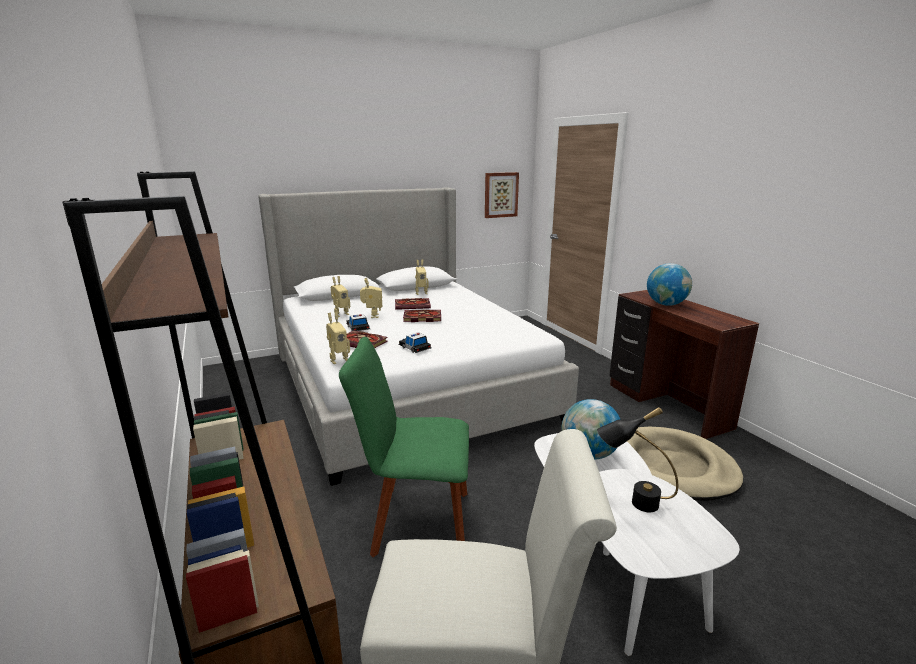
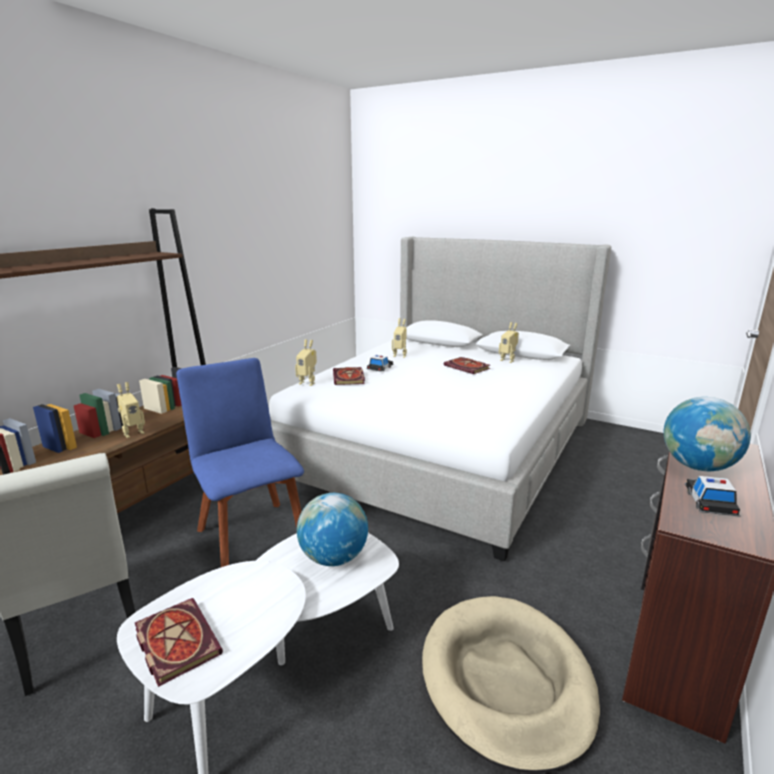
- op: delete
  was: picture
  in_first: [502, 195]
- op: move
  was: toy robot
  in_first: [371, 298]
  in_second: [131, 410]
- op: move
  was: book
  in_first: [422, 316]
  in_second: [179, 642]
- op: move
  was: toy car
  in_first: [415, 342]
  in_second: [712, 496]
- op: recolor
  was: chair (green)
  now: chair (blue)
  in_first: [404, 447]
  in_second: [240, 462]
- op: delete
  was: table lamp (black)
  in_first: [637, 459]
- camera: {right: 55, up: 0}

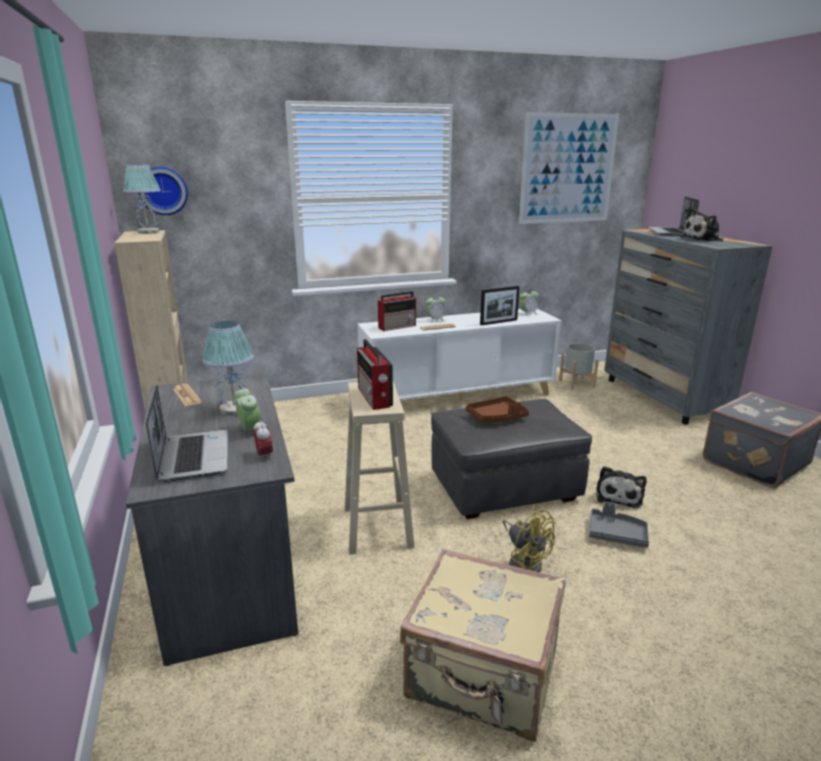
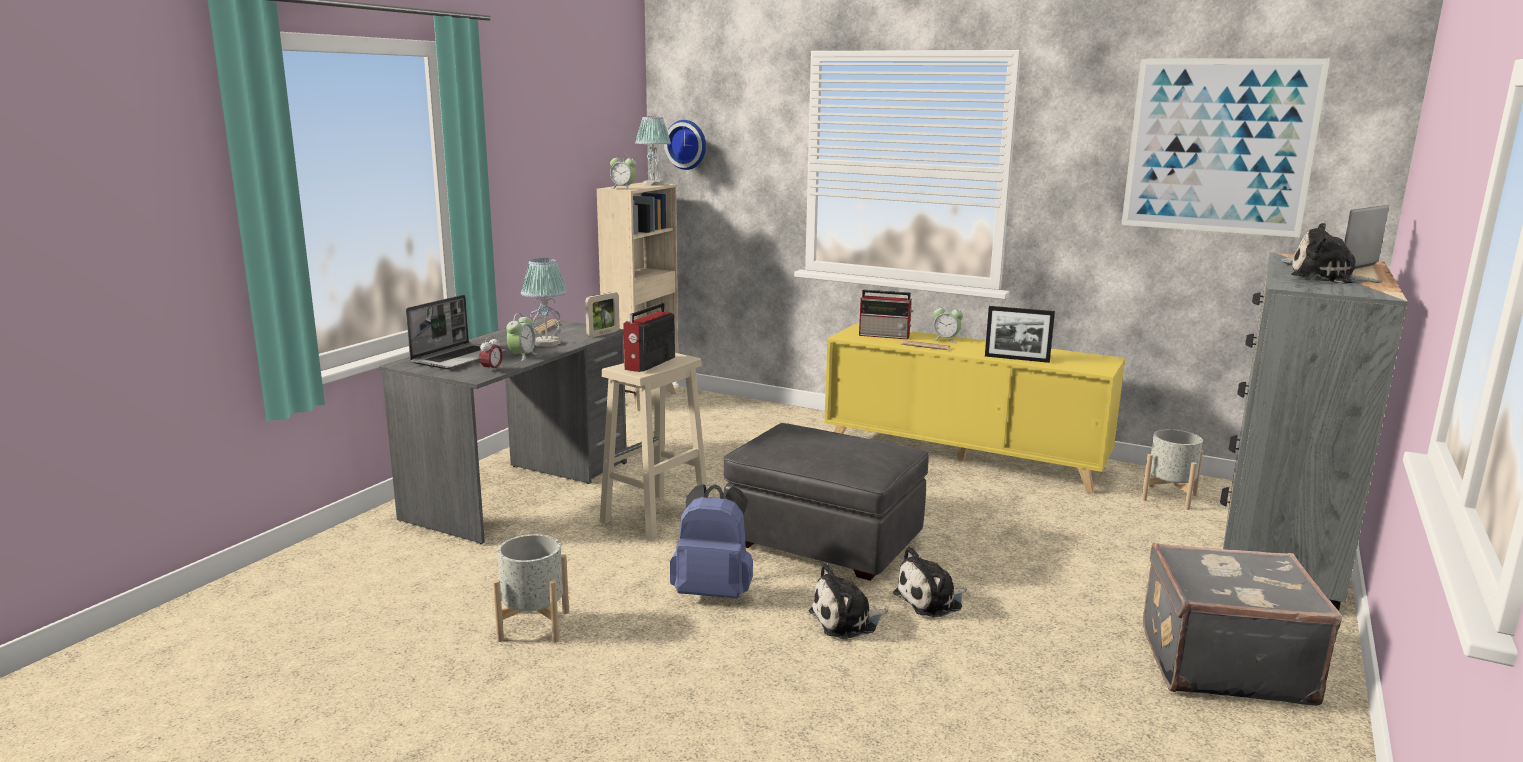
- op: move
  was: alarm clock
  in_first: [529, 302]
  in_second: [623, 171]
- op: recolor
  was: cabinet (white)
  now: cabinet (yellow)
  in_first: [459, 354]
  in_second: [974, 409]
- op: delete
  was: tray (brown)
  in_first: [497, 409]
- op: replace
  was: tray (grey)
  now: plush toy
  in_first: [619, 525]
  in_second: [848, 601]
- op: replace
  was: fan (yellow)
  now: backpack (blue)
  in_first: [529, 539]
  in_second: [711, 541]
- op: replace
  was: suitcase (beige)
  now: planter (grey)
  in_first: [482, 645]
  in_second: [531, 588]
- op: insert
  now: picture frame
  in_second: [602, 314]
- camera: {right: 45, up: -5}

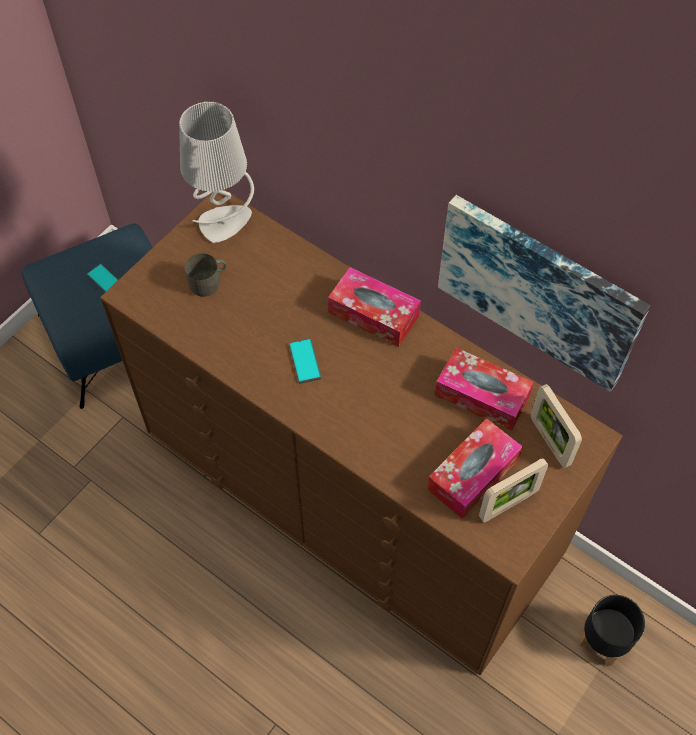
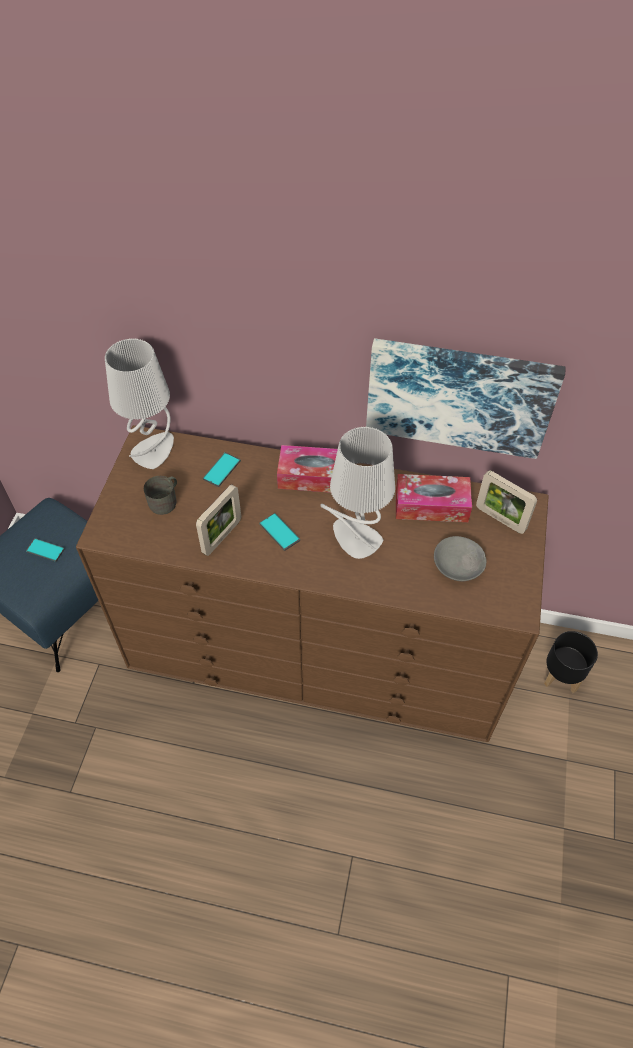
- op: replace
  was: tissue box
  now: bowl (grey)
  in_first: [475, 468]
  in_second: [460, 558]
- op: move
  was: picture frame
  in_first: [514, 490]
  in_second: [218, 520]
- op: insert
  now: table lamp (grey)
  in_second: [357, 493]
- op: insert
  now: phone
  in_second: [222, 469]
- camera: {right: -25, up: -5}

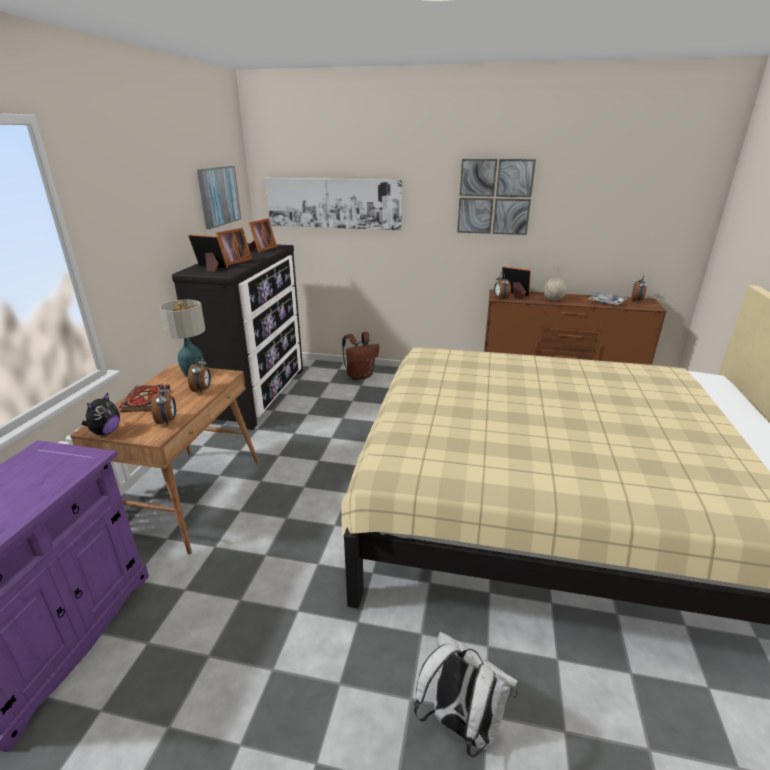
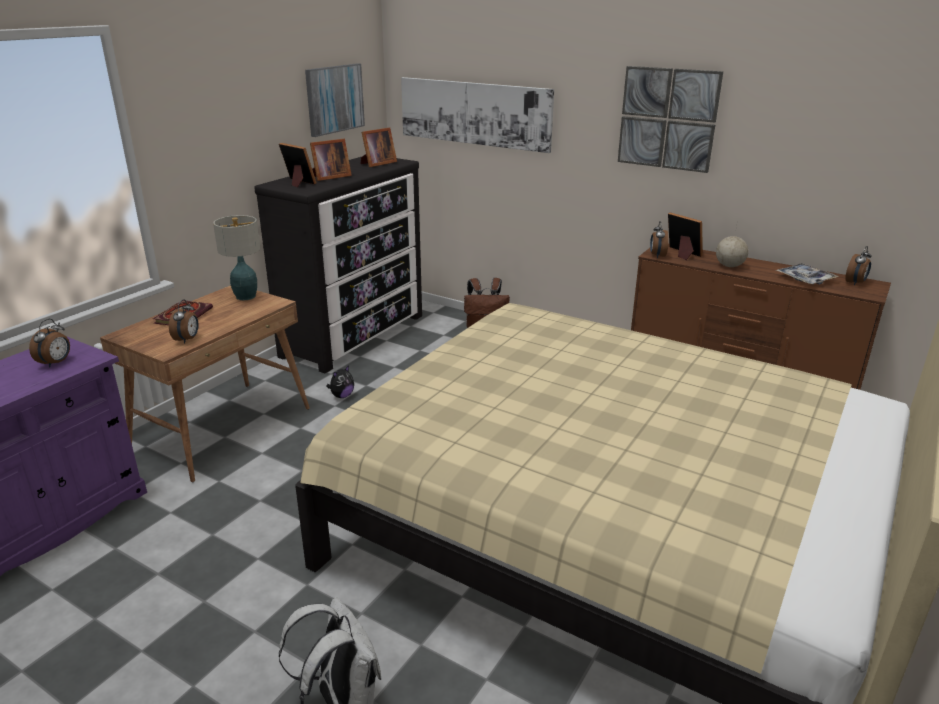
- op: move
  was: alarm clock
  in_first: [199, 374]
  in_second: [49, 343]
- op: move
  was: plush toy
  in_first: [101, 414]
  in_second: [340, 381]
- camera: {right: 20, up: 0}

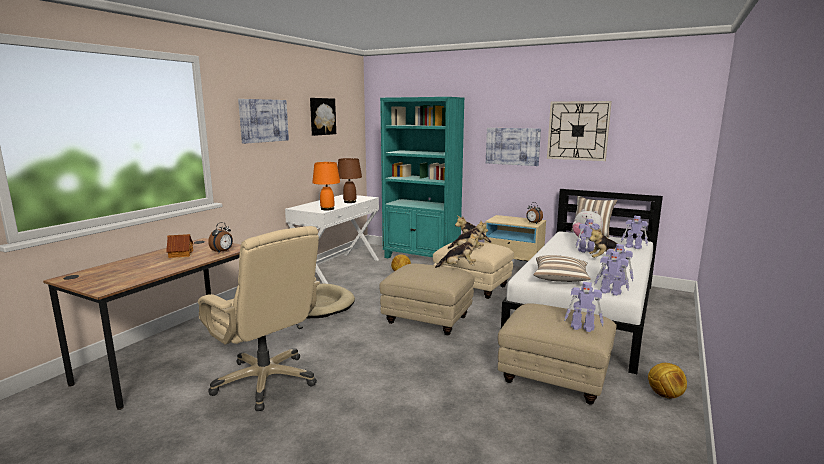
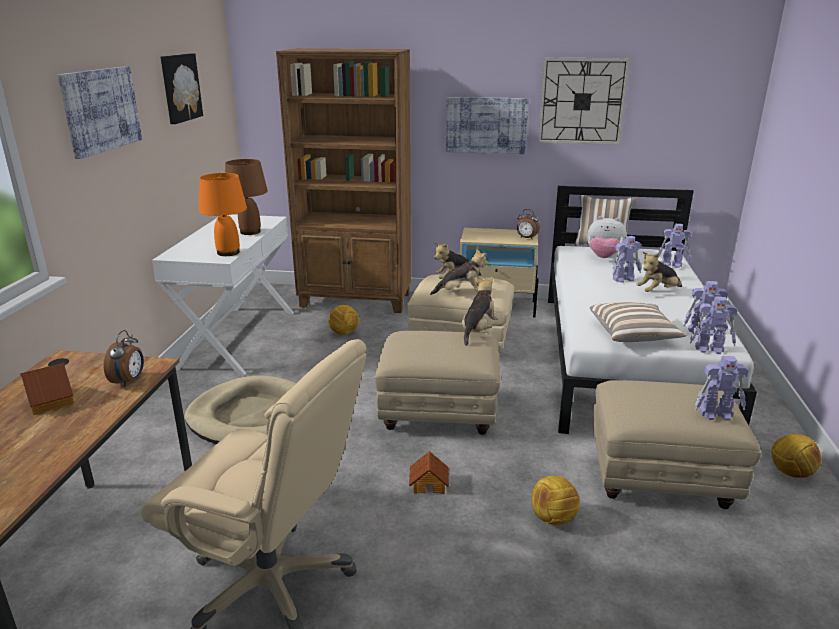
- op: recolor
  was: bookcase (turquoise)
  now: bookcase (brown)
  in_first: [422, 177]
  in_second: [343, 181]
- op: rotate
  was: plush toy
  in_first: [458, 250]
  in_second: [480, 311]
  clockwise: -45
- op: insert
  now: toy house
  in_second: [429, 472]
- op: insert
  now: football
  in_second: [555, 500]
- camera: {right: -20, up: 10}

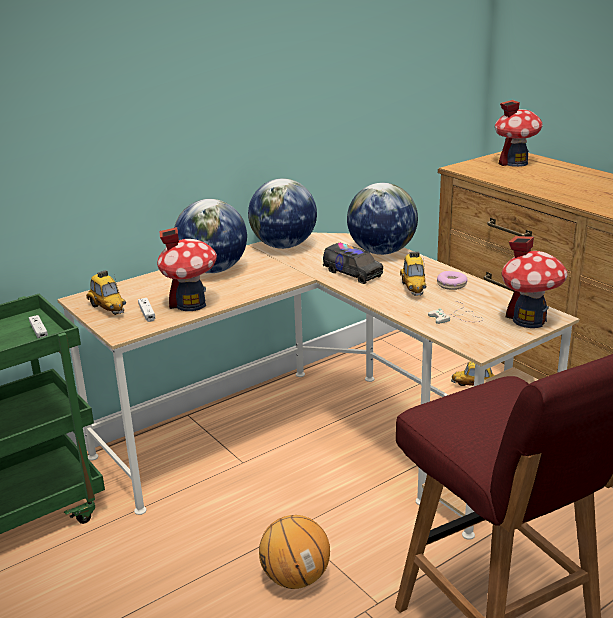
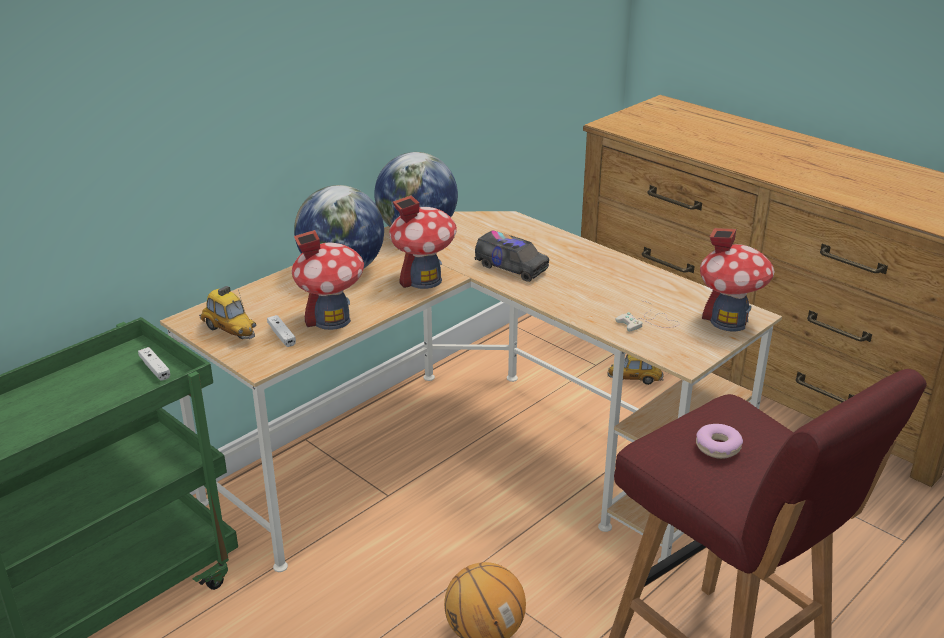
- op: move
  was: toy house
  in_first: [519, 133]
  in_second: [423, 242]
- op: delete
  was: globe
  in_first: [382, 219]
- op: delete
  was: toy car
  in_first: [413, 274]
- op: move
  was: donut
  in_first: [452, 280]
  in_second: [719, 441]
- camera: {right: -10, up: 5}

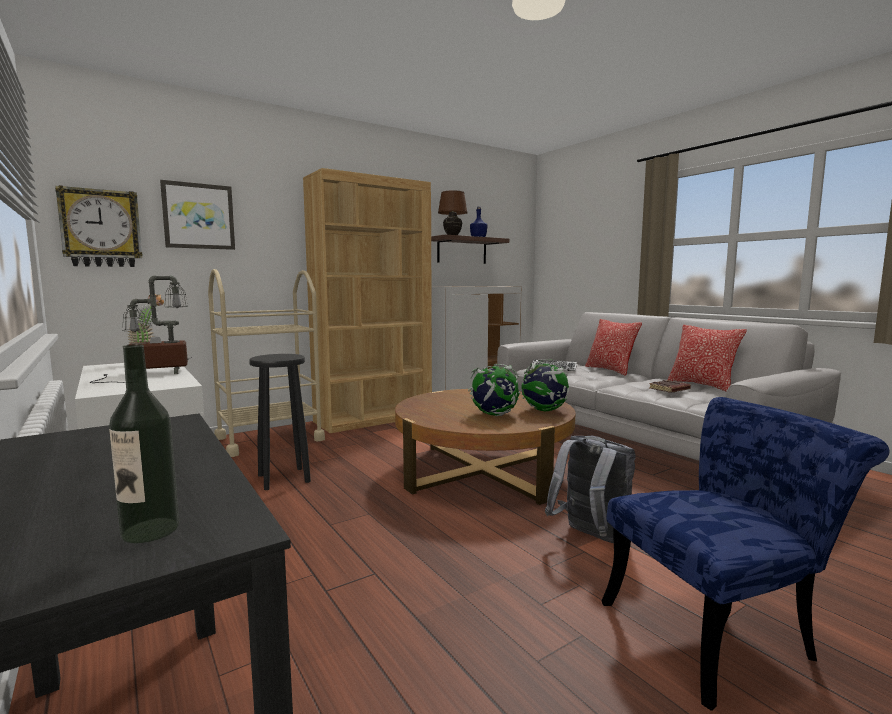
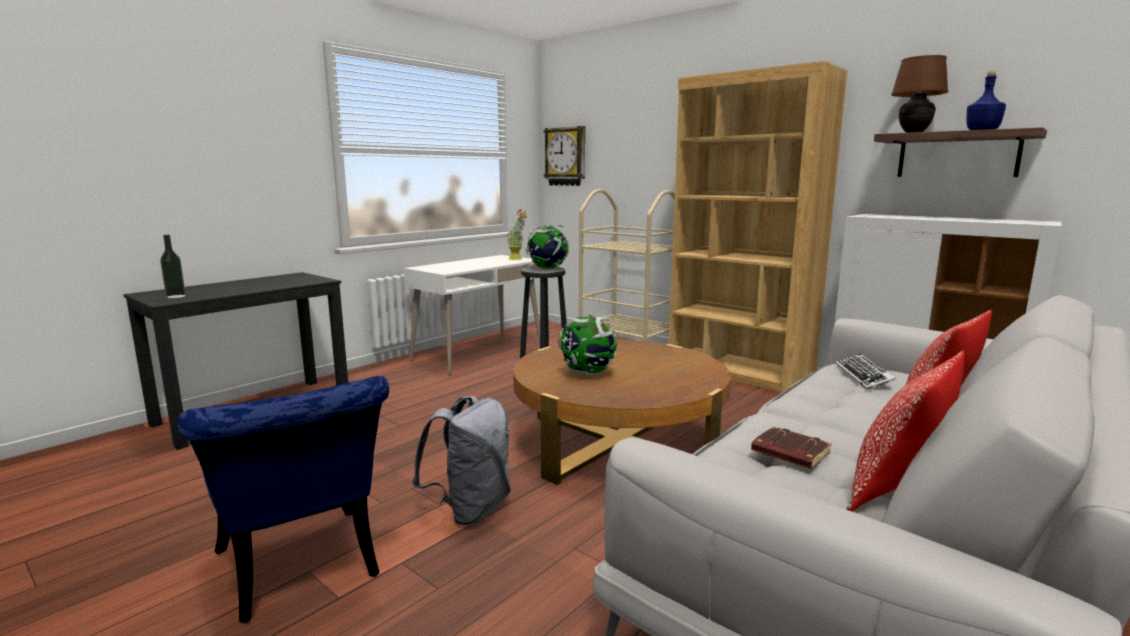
- op: delete
  was: picture
  in_first: [197, 215]
- op: delete
  was: table lamp
  in_first: [141, 329]
- op: move
  was: globe
  in_first: [544, 385]
  in_second: [547, 247]
- camera: {right: 75, up: 5}

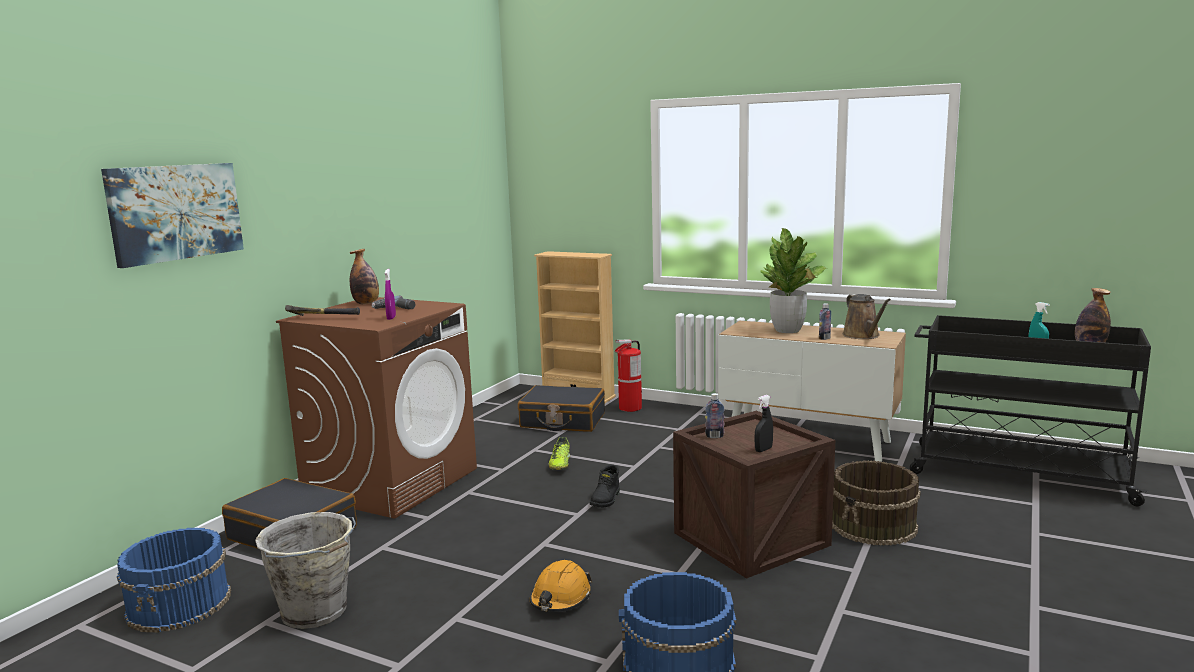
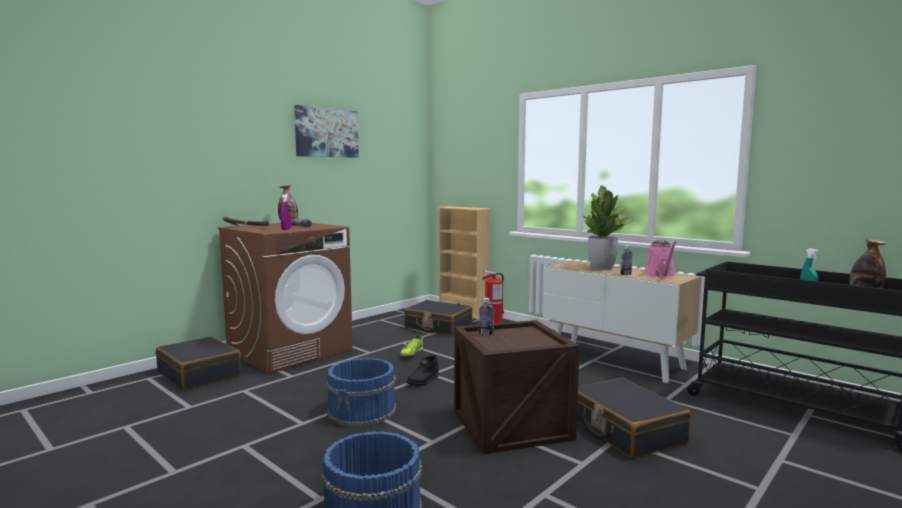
- op: move
  was: picture
  in_first: [172, 215]
  in_second: [326, 131]
- op: recolor
  was: watering can (brown)
  now: watering can (pink)
  in_first: [867, 316]
  in_second: [660, 259]
- op: delete
  was: spray bottle (black)
  in_first: [764, 423]
- op: replace
  was: bucket (brown)
  now: suitcase (black)
  in_first: [876, 503]
  in_second: [634, 418]
- op: delete
  was: bucket (grey)
  in_first: [305, 570]
- op: move
  was: bucket (blue)
  in_first: [174, 580]
  in_second: [361, 392]
- op: delete
  was: hard hat (orange)
  in_first: [561, 586]
- camera: {right: 15, up: -5}

